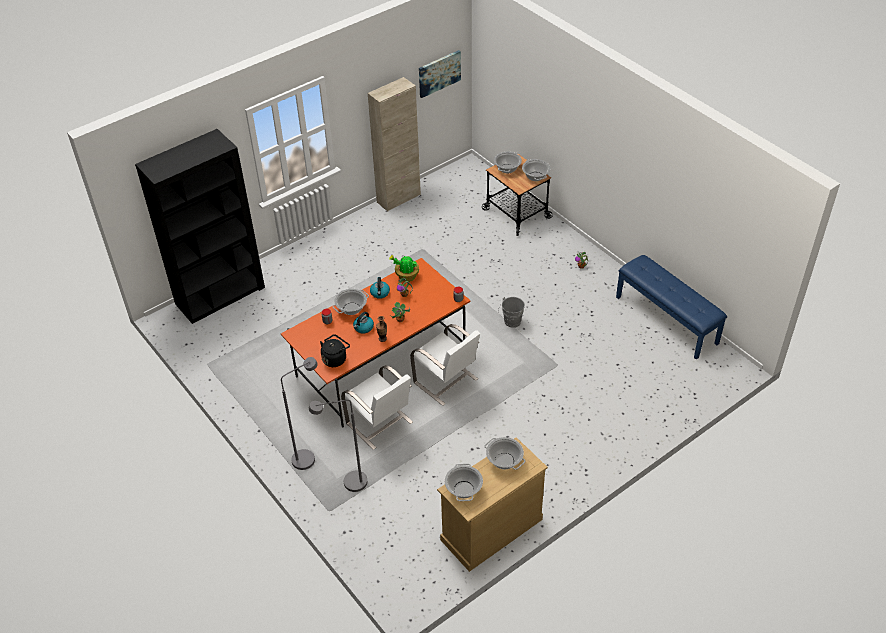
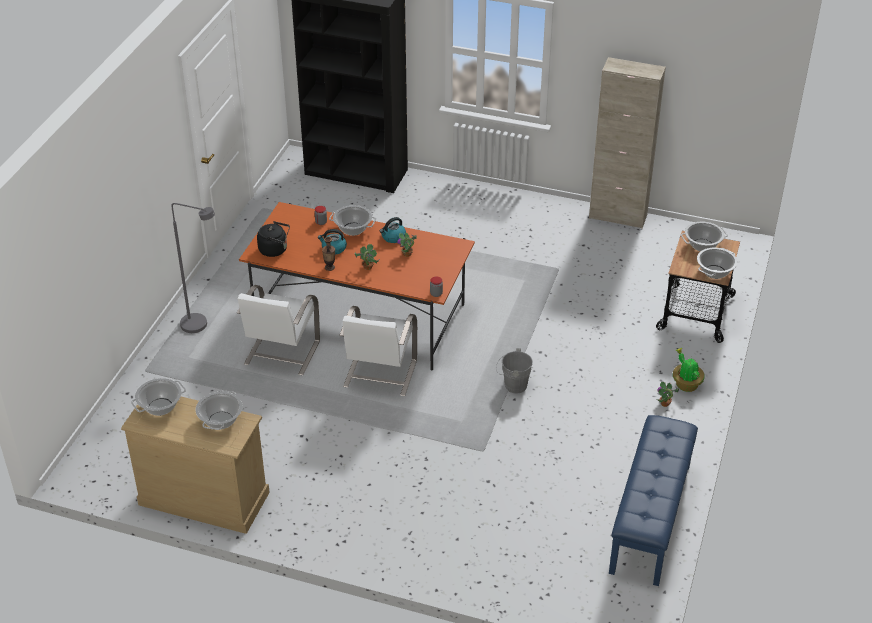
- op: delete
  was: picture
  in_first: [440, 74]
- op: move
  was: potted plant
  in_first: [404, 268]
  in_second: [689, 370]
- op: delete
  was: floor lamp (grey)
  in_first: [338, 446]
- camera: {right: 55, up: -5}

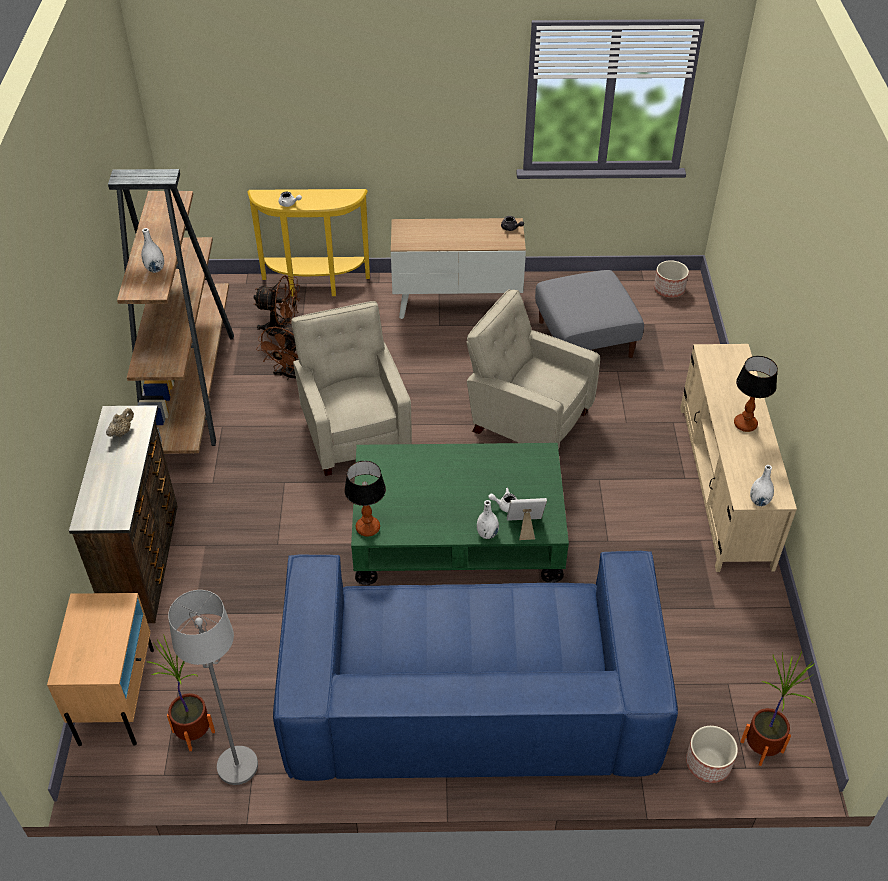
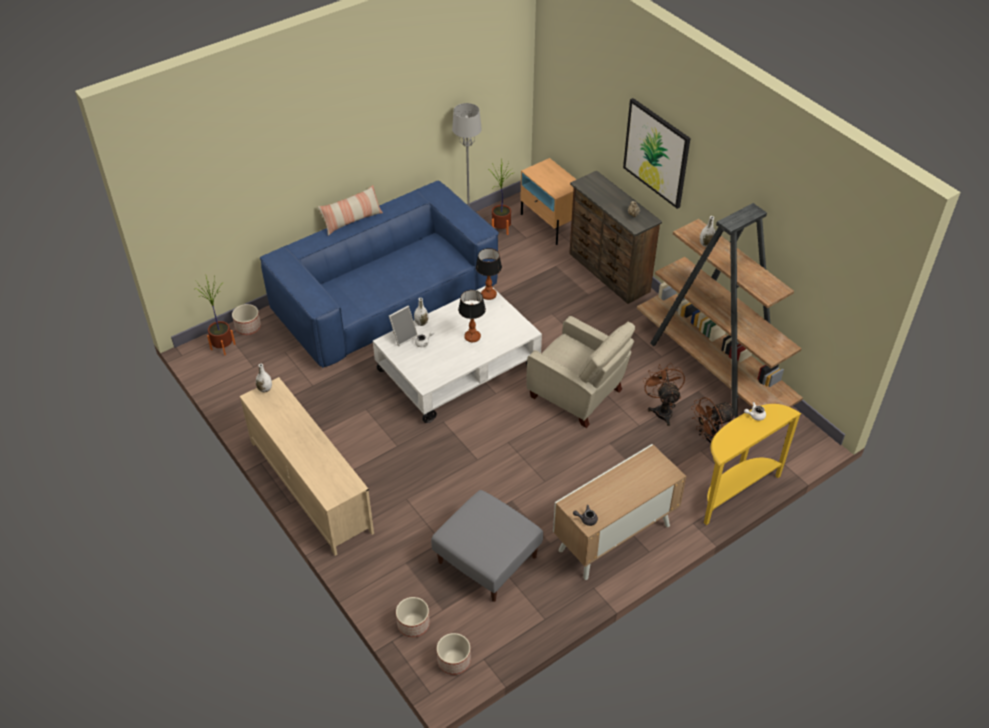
- op: delete
  was: armchair (beige)
  in_first: [533, 369]
- op: move
  was: table lamp
  in_first: [756, 394]
  in_second: [472, 316]
- op: recolor
  was: coffee table (green)
  now: coffee table (white)
  in_first: [460, 514]
  in_second: [457, 354]
- op: insert
  now: picture
  in_second: [657, 153]
- op: insert
  now: pillow
  in_second: [350, 210]
- op: insert
  now: planter
  in_second: [413, 617]
- camera: {right: 145, up: 0}

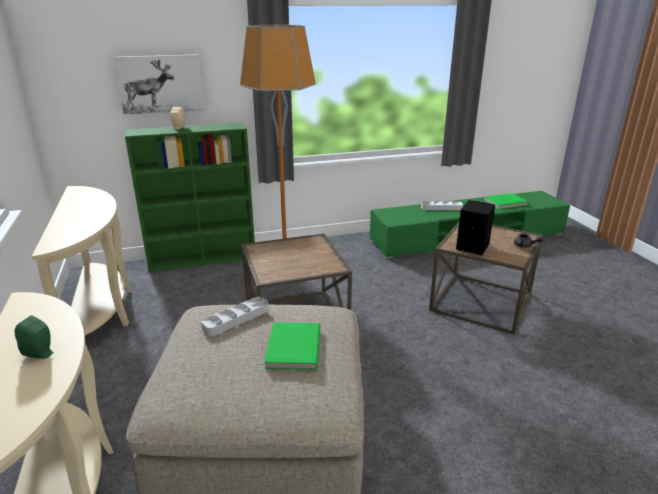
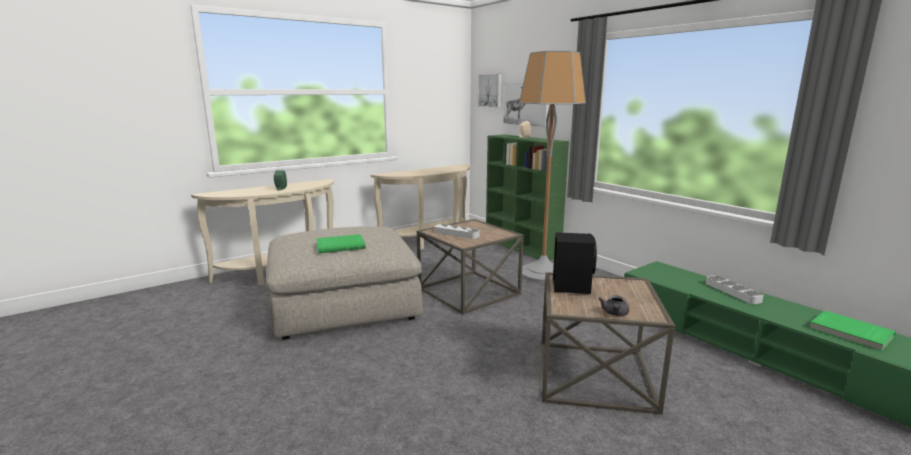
- op: move
  was: tray (grey)
  in_first: [234, 316]
  in_second: [457, 231]
- op: insert
  now: picture
  in_second: [489, 91]
- camera: {right: 70, up: -10}

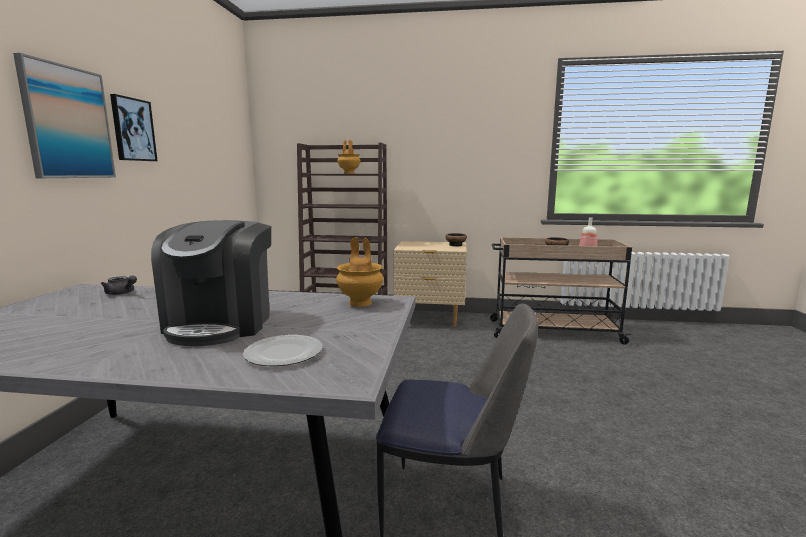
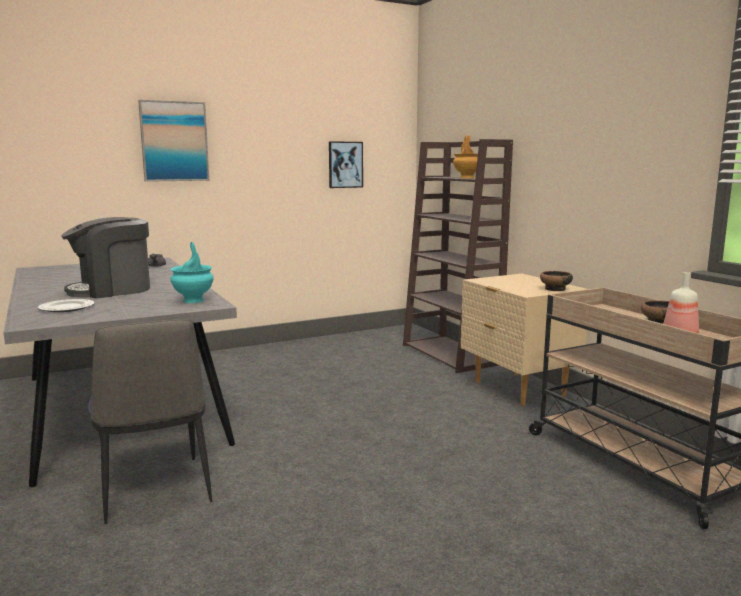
- op: move
  was: picture
  in_first: [133, 127]
  in_second: [346, 164]
- op: recolor
  was: vase (brown)
  now: vase (turquoise)
  in_first: [359, 272]
  in_second: [192, 272]
- camera: {right: 55, up: 0}

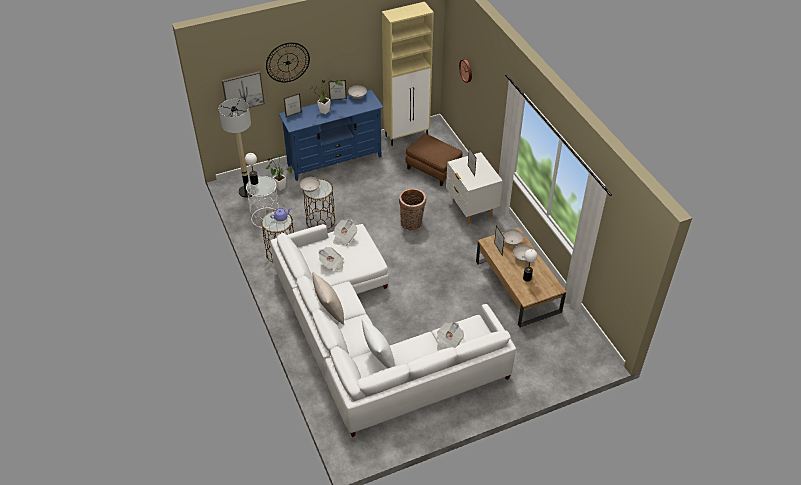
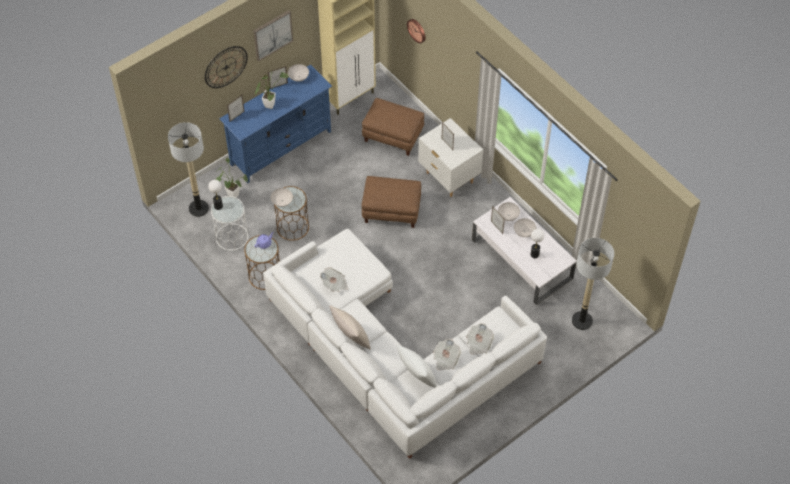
- op: move
  was: picture
  in_first: [243, 89]
  in_second: [273, 35]
- op: replace
  was: basket
  now: ottoman (brown)
  in_first: [412, 209]
  in_second: [391, 202]
- op: move
  was: newspaper
  in_first: [345, 232]
  in_second: [447, 355]
- op: recolor
  was: coffee table (brown)
  now: coffee table (white)
  in_first: [521, 277]
  in_second: [524, 251]
- op: insert
  now: floor lamp
  in_second: [593, 284]
- camera: {right: -15, up: 10}

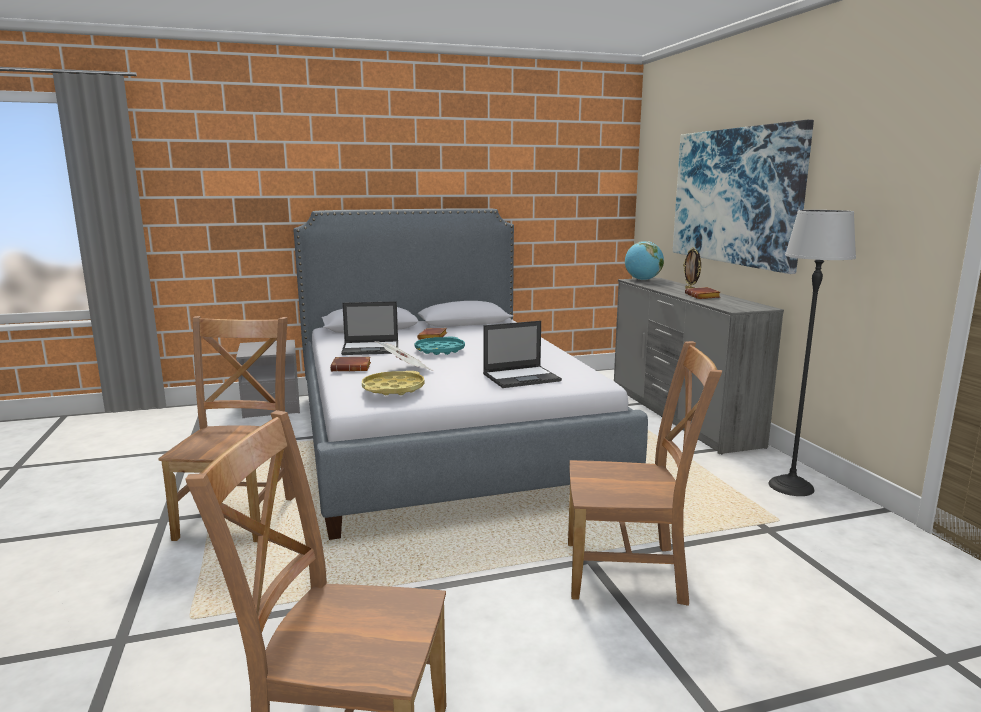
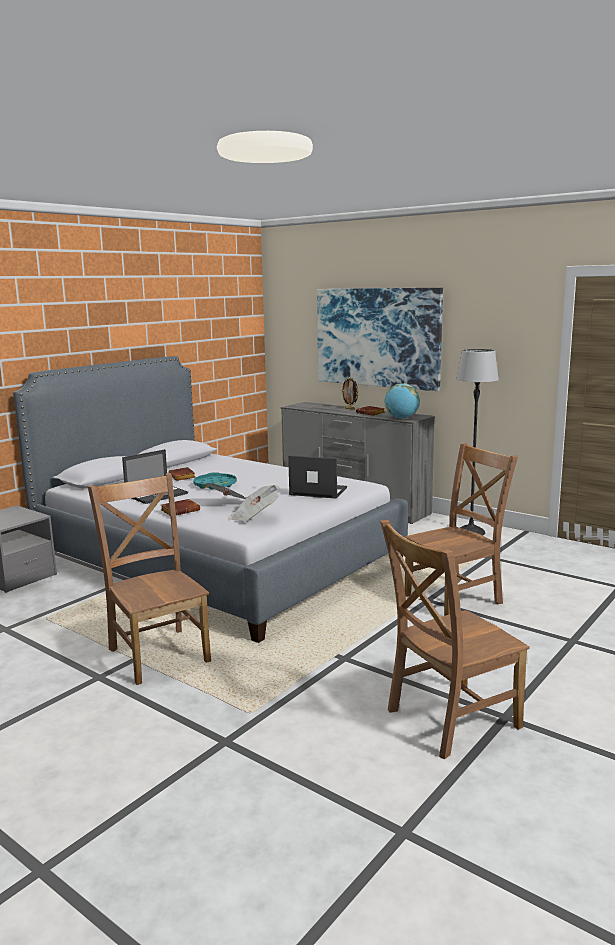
- op: move
  was: globe
  in_first: [644, 260]
  in_second: [402, 401]
- op: rotate
  was: laptop
  in_first: [522, 354]
  in_second: [317, 477]
  clockwise: -105
- op: replace
  was: tray (yellow)
  now: newspaper
  in_first: [393, 383]
  in_second: [253, 503]
- camera: {right: -35, up: 0}

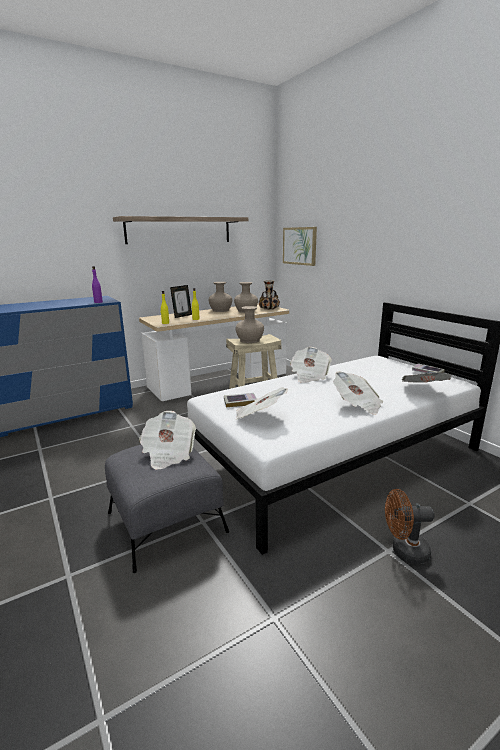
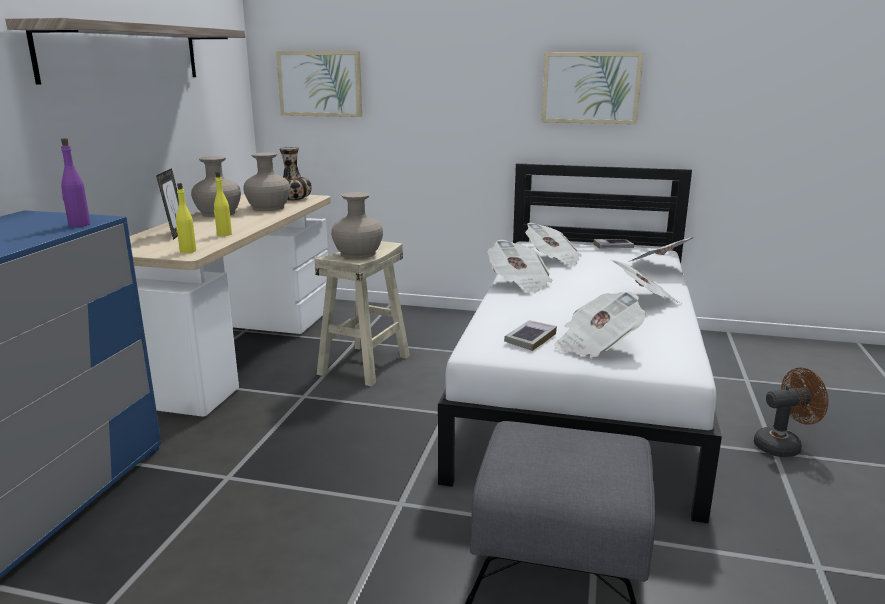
- op: move
  was: newspaper
  in_first: [167, 440]
  in_second: [553, 245]
- op: rotate
  was: fan (brown)
  in_first: [409, 526]
  in_second: [791, 412]
  clockwise: -150
- op: insert
  now: picture
  in_second: [592, 88]
- camera: {right: -45, up: 0}

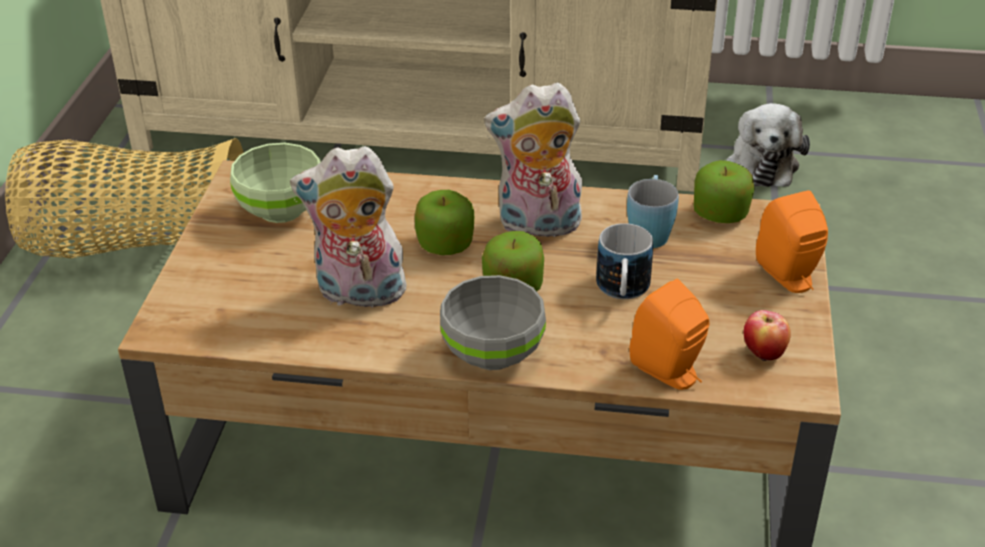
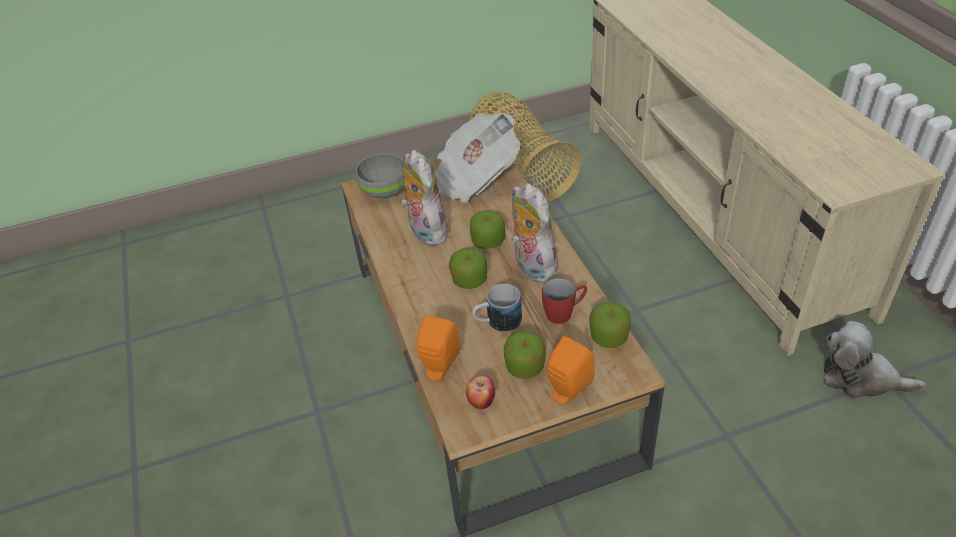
- op: rotate
  was: plush toy
  in_first: [768, 145]
  in_second: [874, 360]
  clockwise: 45
- op: replace
  was: bowl (green)
  now: newspaper
  in_first: [275, 183]
  in_second: [477, 158]
- op: recolor
  was: mug (blue)
  now: mug (red)
  in_first: [653, 211]
  in_second: [564, 301]
- op: move
  was: bowl (grey)
  in_first: [493, 322]
  in_second: [379, 176]
- op: insert
  now: apple
  in_second: [525, 355]
- camera: {right: 65, up: 5}

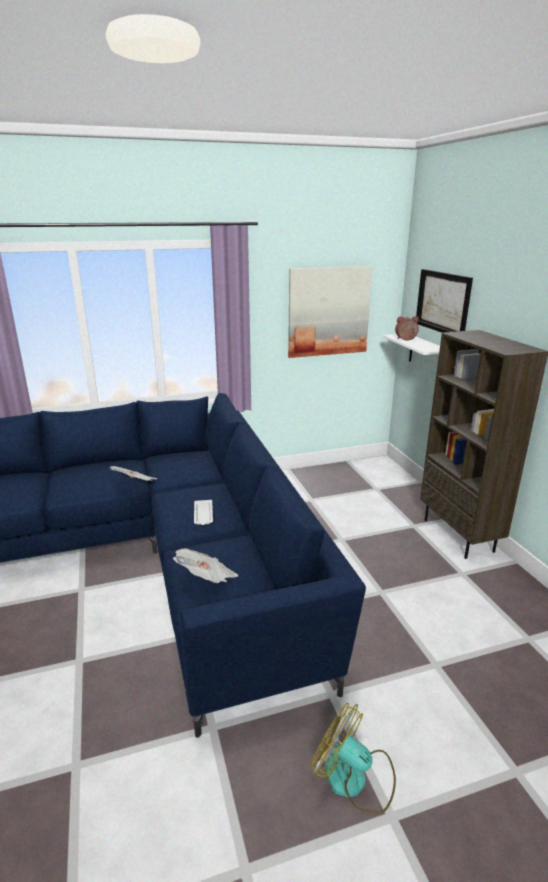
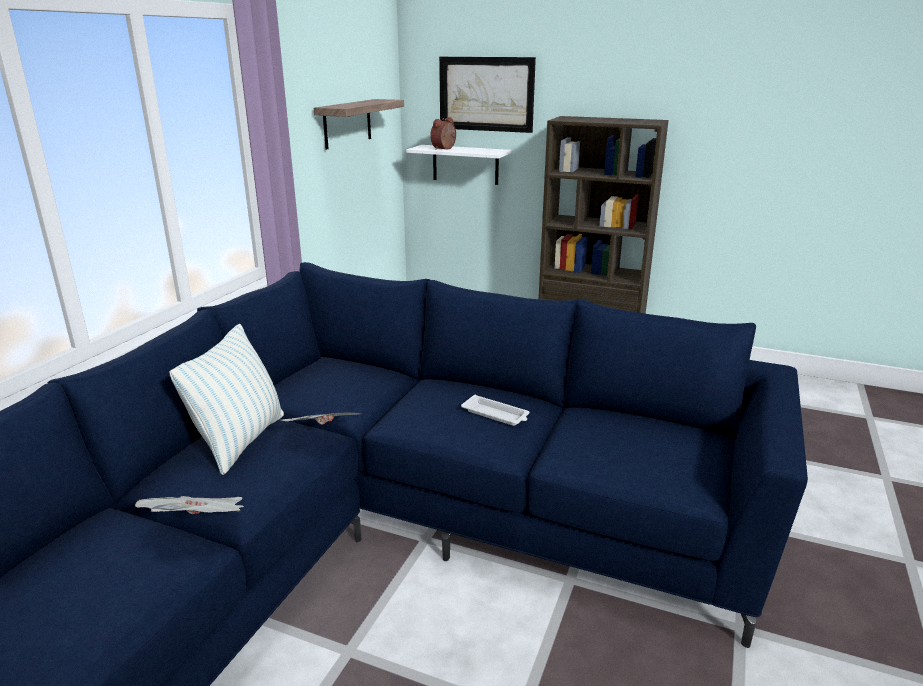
- op: replace
  was: picture
  now: shelf
  in_first: [330, 312]
  in_second: [359, 124]
- op: move
  was: newspaper
  in_first: [205, 565]
  in_second: [189, 505]
- op: delete
  was: fan
  in_first: [353, 758]
- op: insert
  now: pillow
  in_second: [226, 399]
- camera: {right: -50, up: 0}

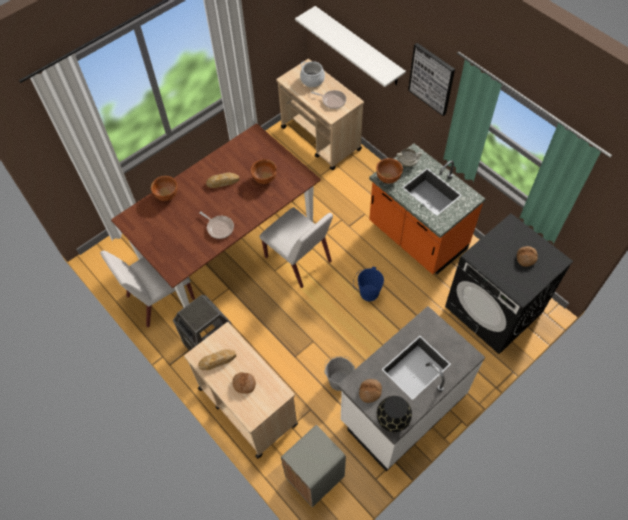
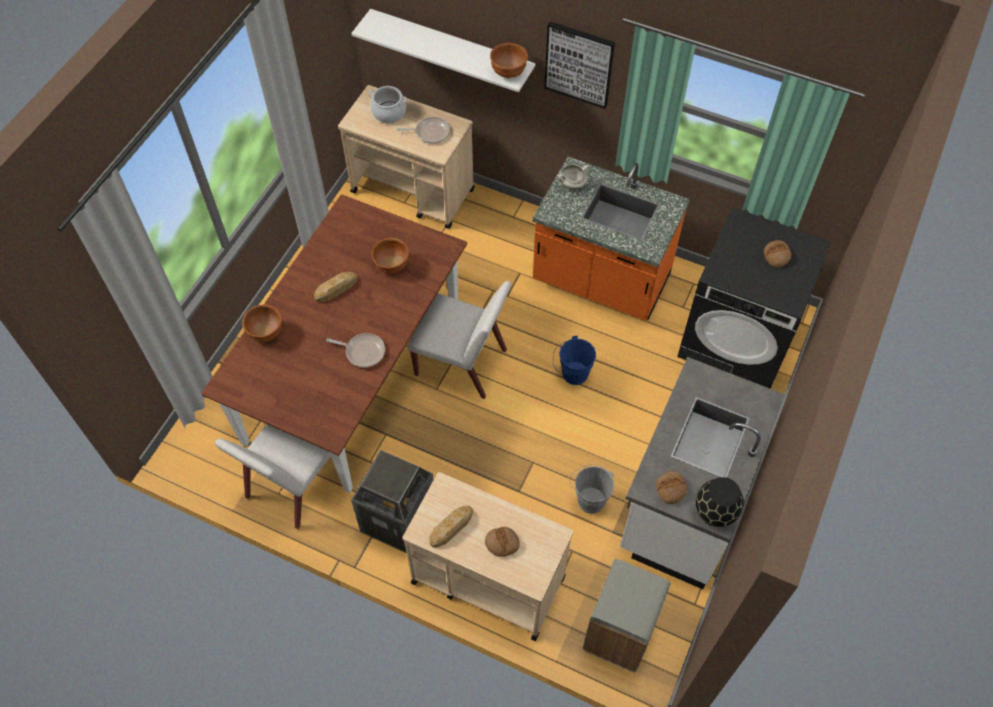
- op: move
  was: bowl (brown)
  in_first: [389, 171]
  in_second: [509, 60]
- camera: {right: -25, up: 0}

